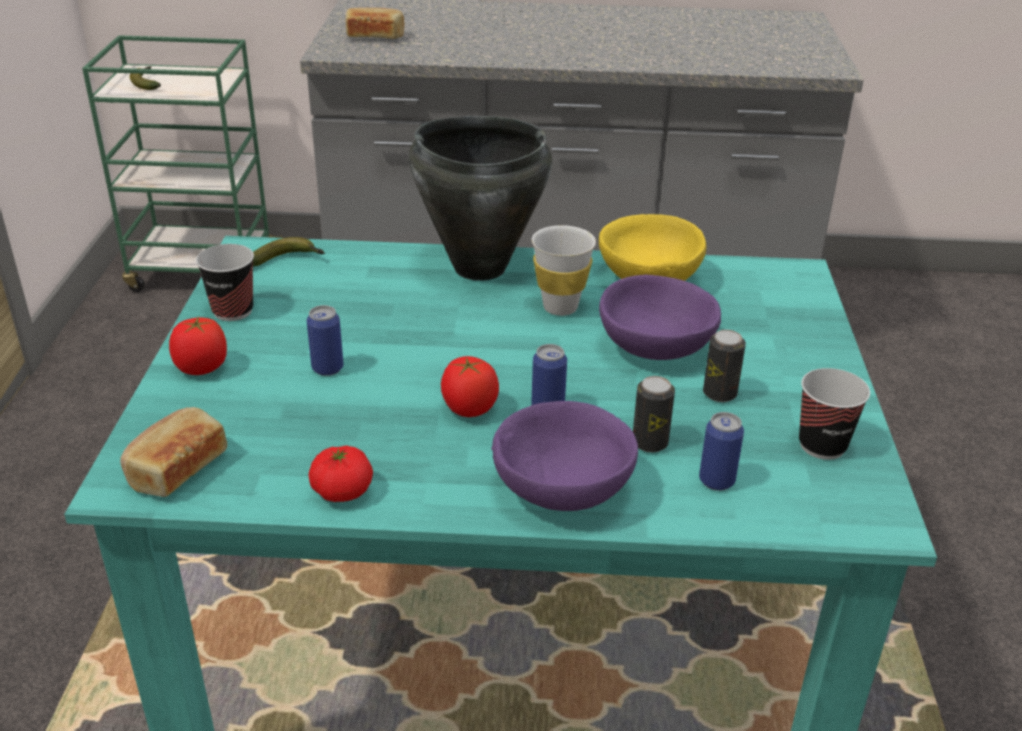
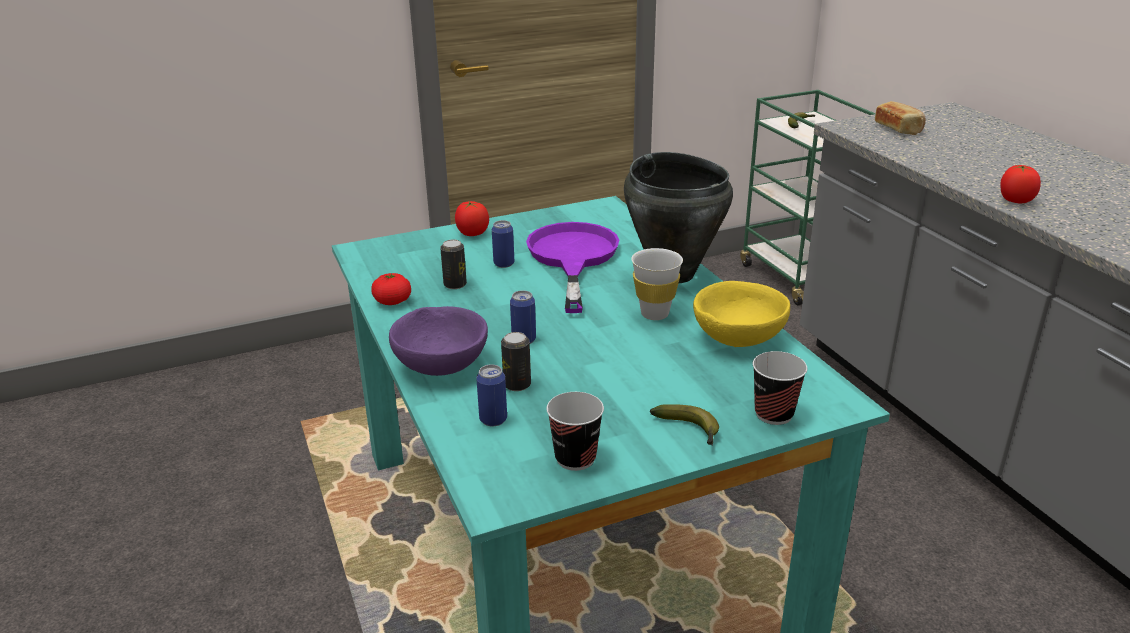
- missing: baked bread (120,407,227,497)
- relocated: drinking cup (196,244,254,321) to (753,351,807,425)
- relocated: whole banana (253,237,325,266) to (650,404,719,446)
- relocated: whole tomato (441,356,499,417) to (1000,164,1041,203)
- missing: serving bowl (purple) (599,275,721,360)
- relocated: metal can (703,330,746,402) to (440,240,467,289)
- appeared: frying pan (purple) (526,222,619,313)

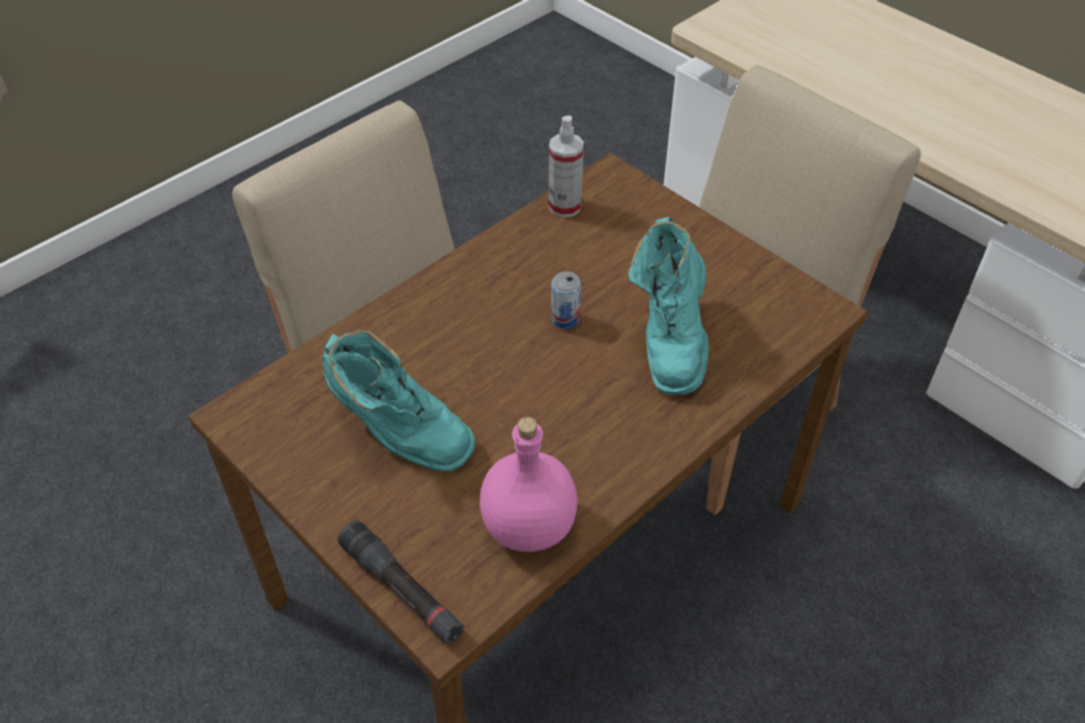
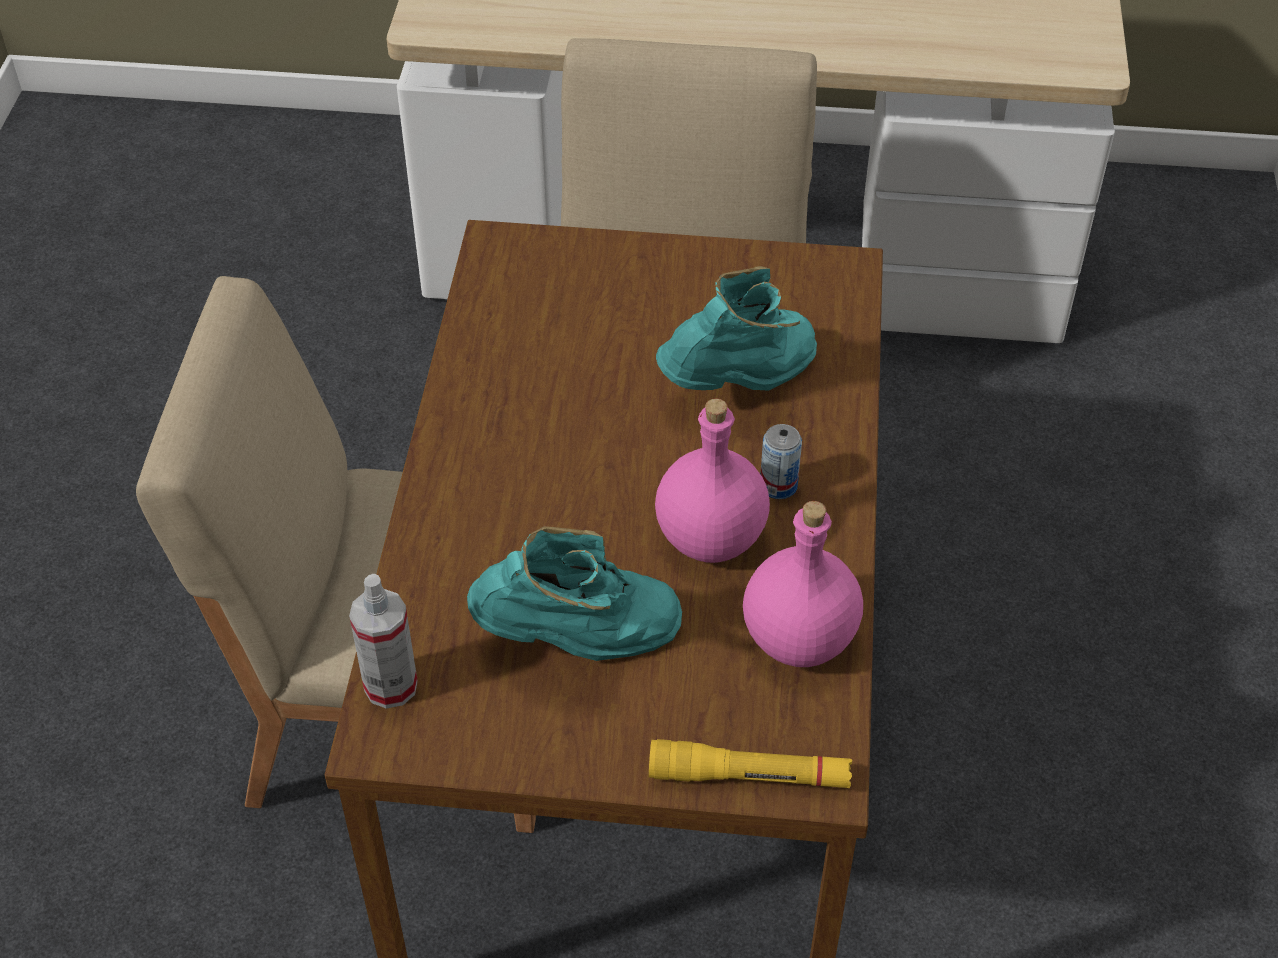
- colour: torch (black) (337,520,464,645) to torch (yellow) (649,739,852,788)
- relocated: hand sprayer (549,116,584,217) to (349,574,418,709)
- relocated: metal can (551,271,581,330) to (760,424,802,499)
- spun: boot (blue-green) (628,217,709,395) = (656,266,817,390) 90 degrees counterclockwise
- appeared: drink bottle (pink-coloured) (655,398,770,563)

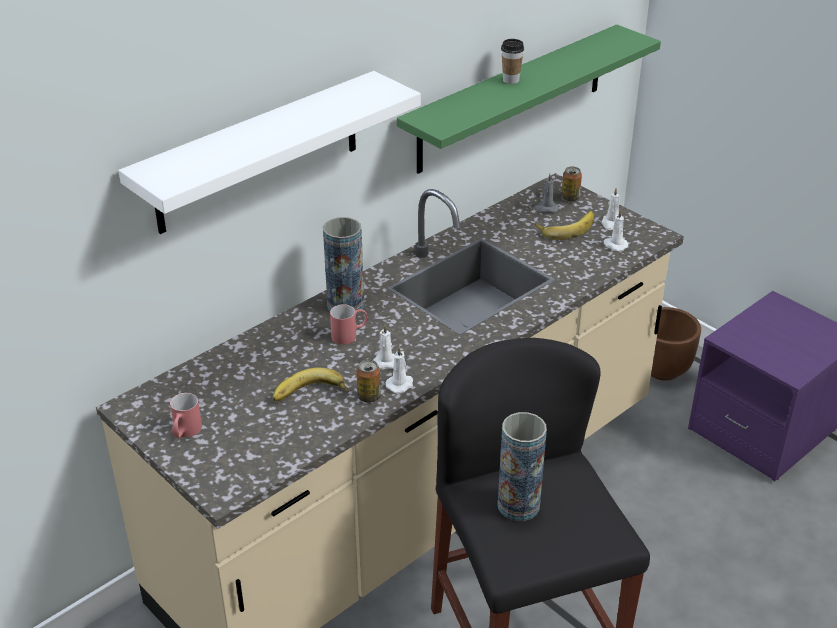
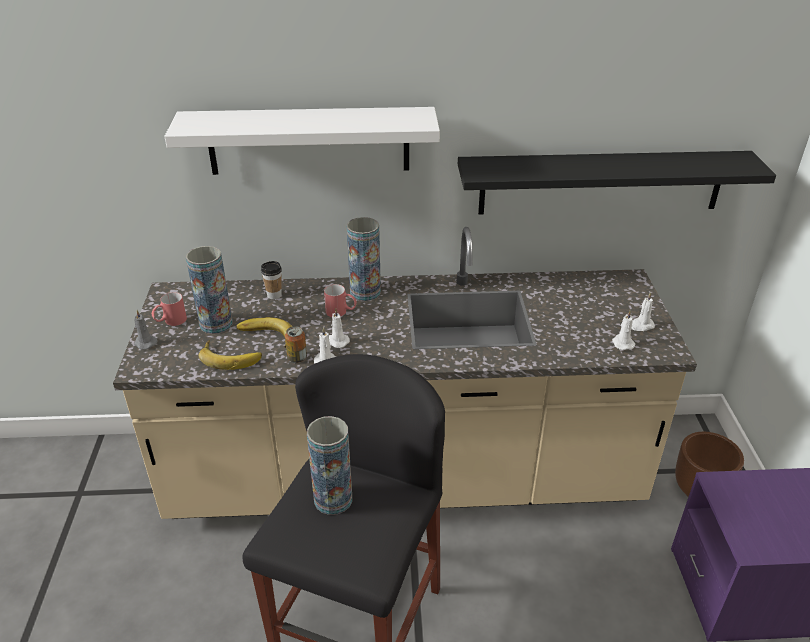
- colour: shelf (green-coloured) (397,24,661,174) to shelf (black) (458,151,776,215)
- relocated: drinking cup (501,39,524,84) to (261,261,282,299)
- relocated: candle (grey) (533,173,559,213) to (134,310,158,350)
- relocated: whole banana (535,211,594,240) to (199,340,262,370)
- missing: metal can (561,167,582,202)
- appeared: vase (186,246,233,334)

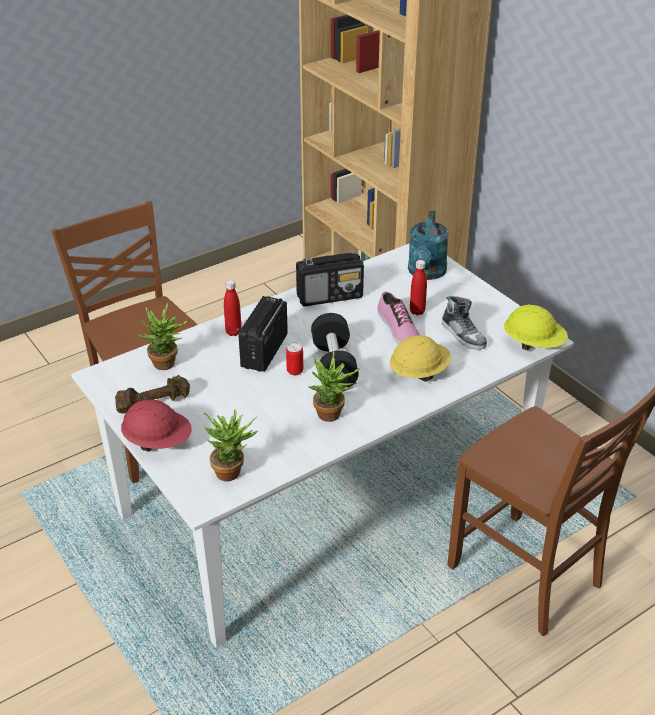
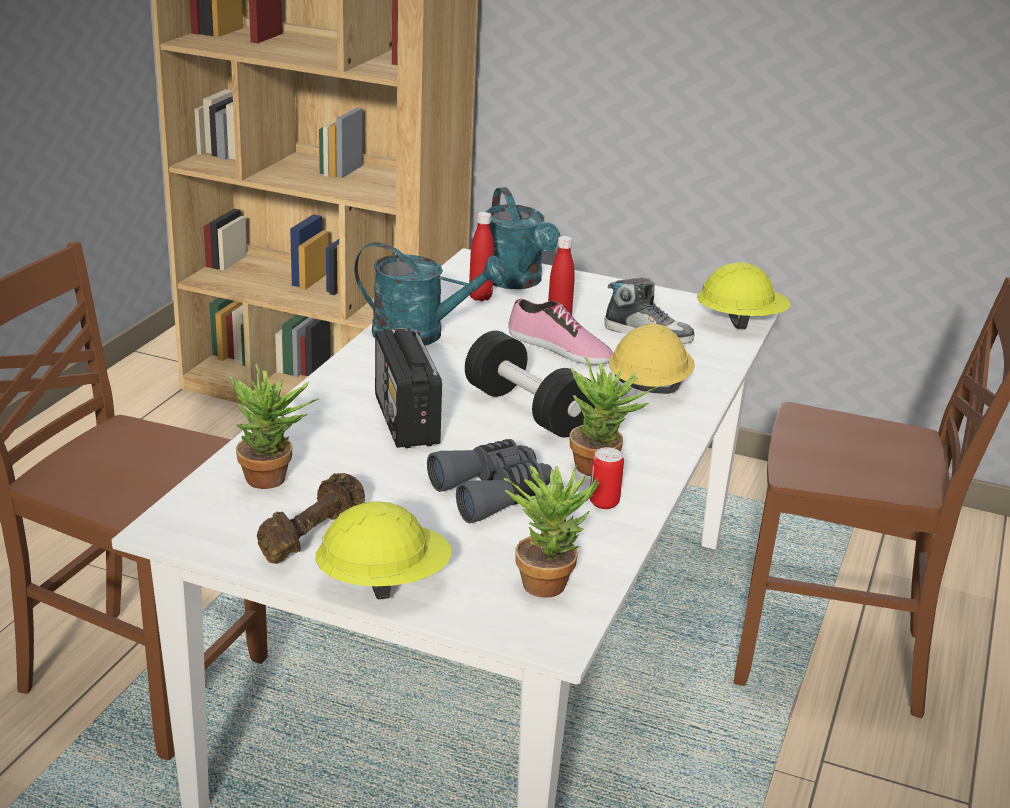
- colour: work helmet (red) (121,400,192,452) to work helmet (yellow) (316,501,452,599)
- relocated: drink bottle (red) (224,280,242,336) to (469,212,494,301)
- relocated: metal can (286,343,303,375) to (589,447,624,509)
- exchanged: radio set (296,253,364,306) to sprinkling can (blue-green) (354,242,507,345)
- appeared: binoculars (grey) (427,439,552,524)

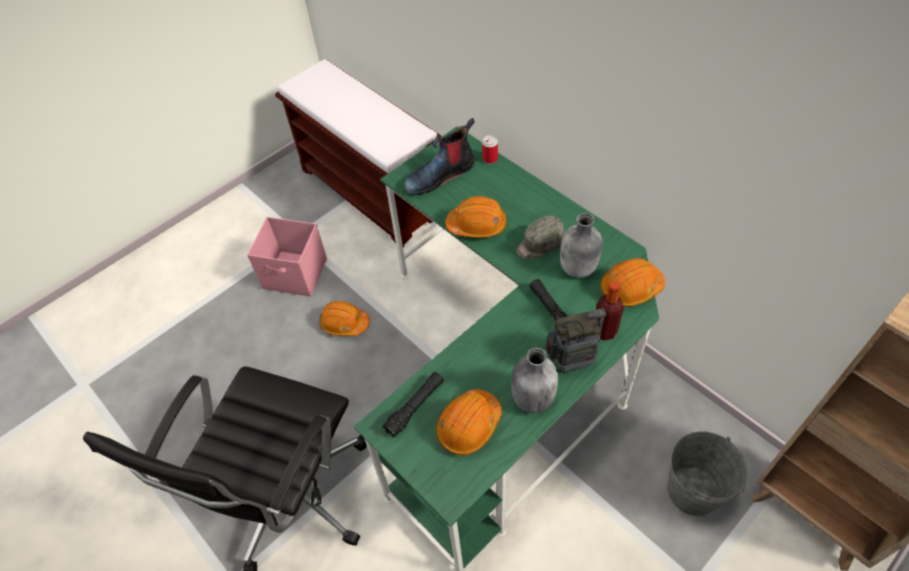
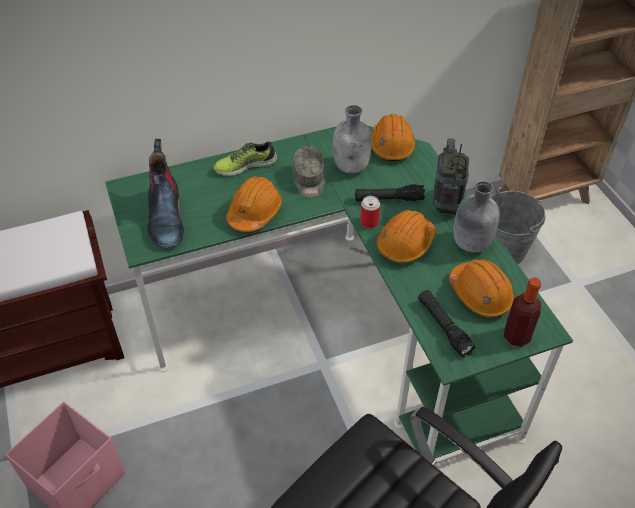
- relocated: work helmet (orange) (319,301,370,336) to (377,210,436,263)
- relocated: metal can (482,135,498,164) to (360,196,380,229)
- relocated: drink bottle (596,281,624,341) to (504,277,541,347)
- appeared: low shoe (214,141,277,176)

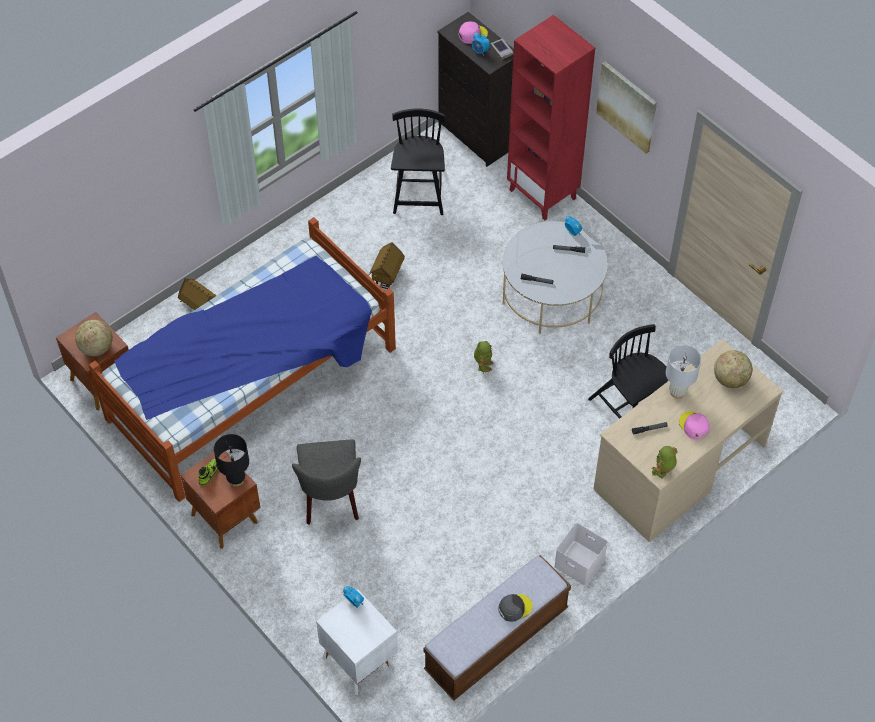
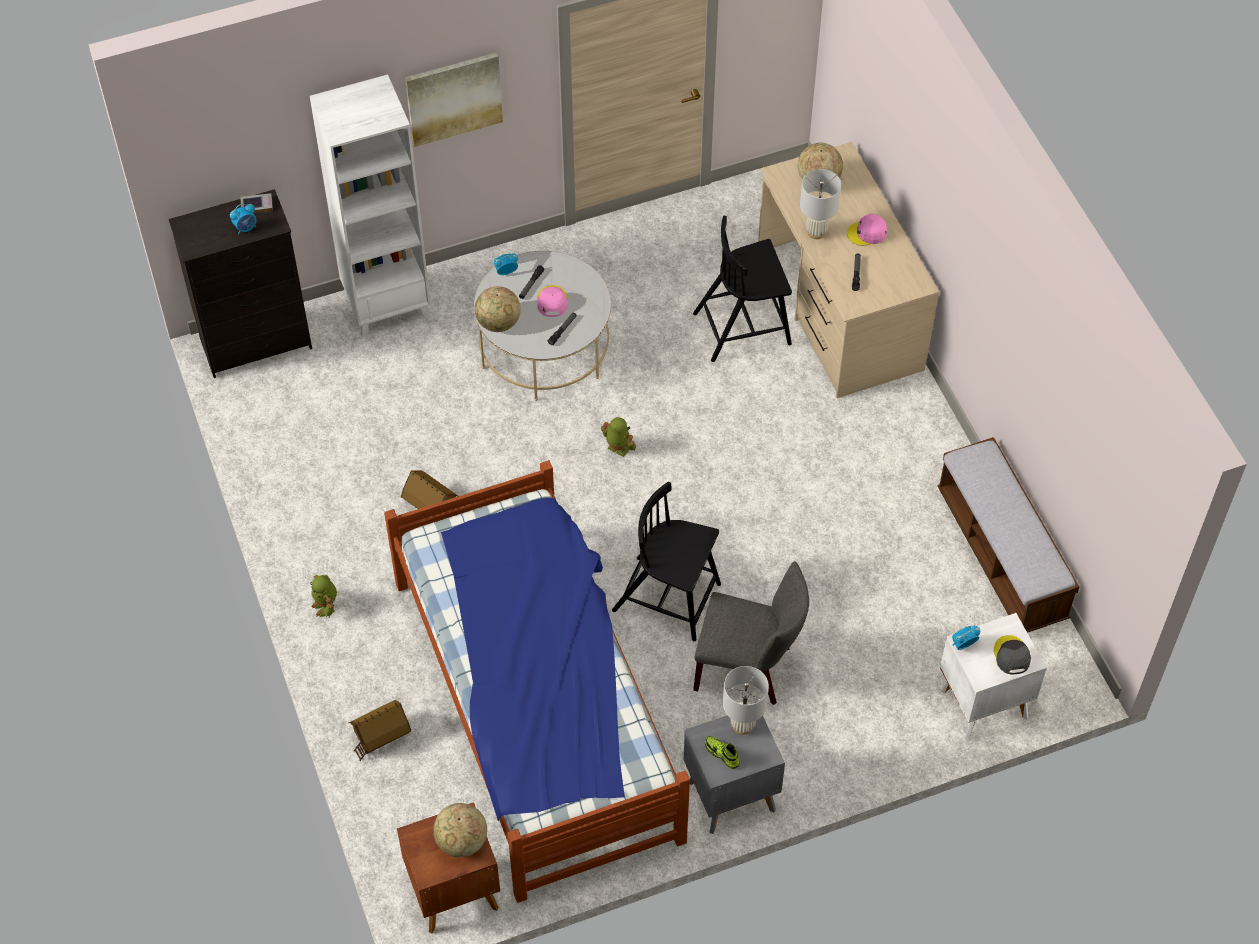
- colour: night table (brown-coloured) (180,451,261,549) to night table (grey) (683,715,785,834)
- colour: table lamp (black) (214,434,249,486) to table lamp (white) (723,666,769,735)
- relocated: chair (black) (391,108,446,215) to (612,481,721,641)
- relocated: baseball cap (pink-coloured) (458,21,488,44) to (537,285,567,317)
- relocated: baseball cap (grey) (498,594,532,622) to (994,635,1031,674)
- colour: shelving unit (red) (507,15,595,221) to shelving unit (white) (310,74,431,338)
- missing: storage container (white) (554,523,608,586)
- relocated: toy robot (652,446,678,478) to (310,575,337,618)
- appeared: world globe (475,286,521,332)

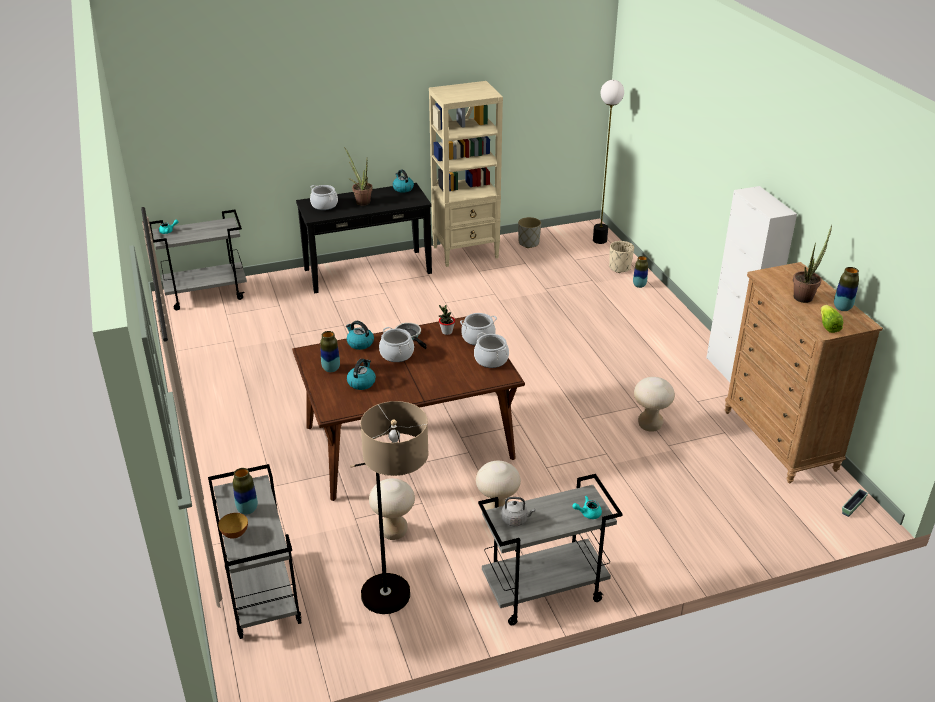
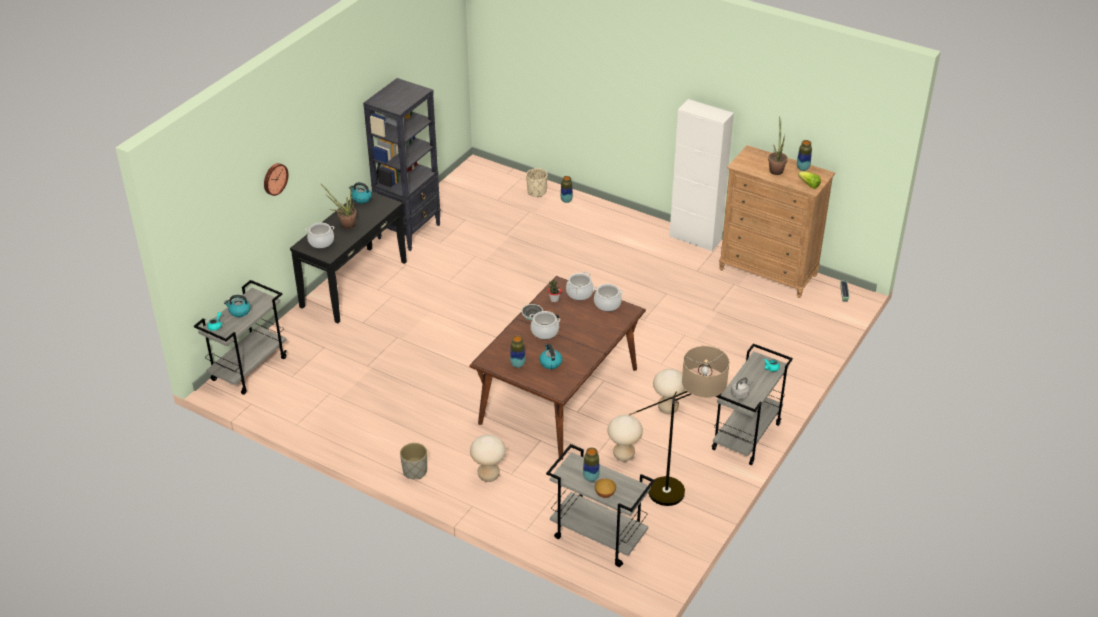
- relocated: tea kettle (346,321,374,350) to (224,295,251,317)
- colour: shelving unit (beige-coloured) (429,81,503,267) to shelving unit (black) (363,78,441,251)
- relocated: flower pot (grey) (518,217,541,248) to (400,443,427,479)
- missing: floor lamp (593,80,624,244)
- relocated: sitting stool (beige-coloured) (634,377,675,432) to (470,434,506,482)
- appeared: clock on the wall (264,163,288,196)

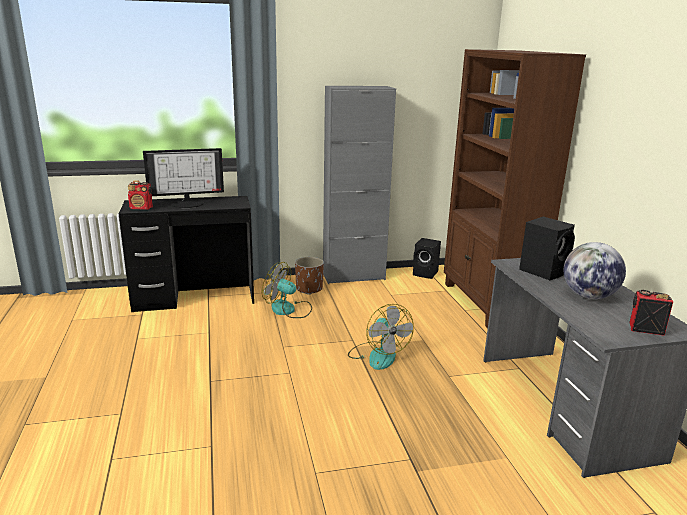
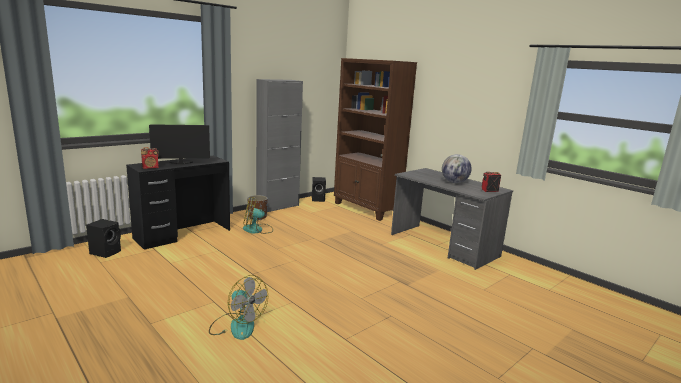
- spun: computer display (143,148,224,208) = (149,124,210,164) 150 degrees counterclockwise
- relocated: electric fan (348,304,414,370) to (209,275,268,340)
- relocated: audio speaker (black) (519,217,575,280) to (86,219,121,258)

